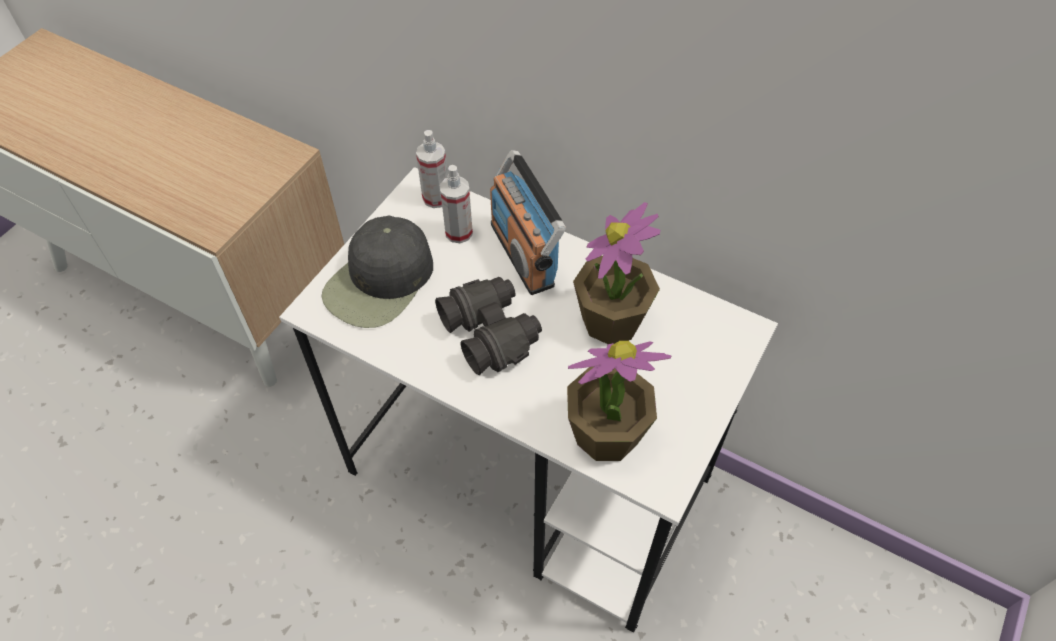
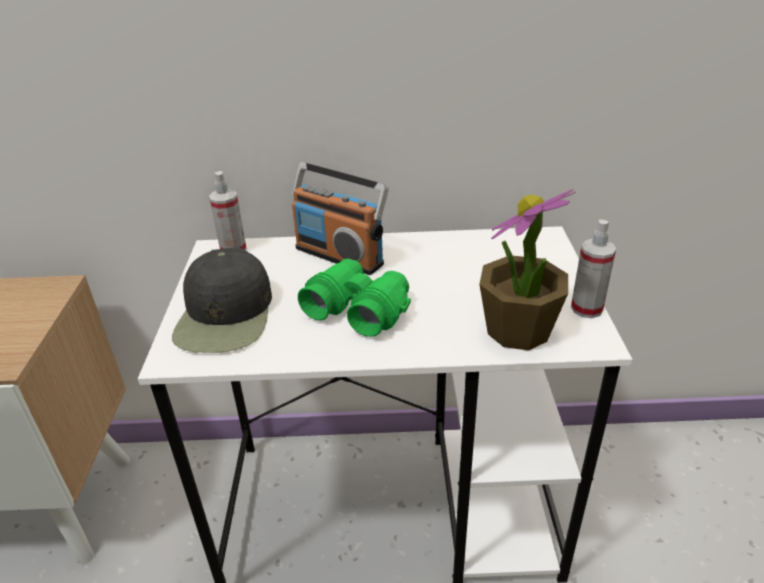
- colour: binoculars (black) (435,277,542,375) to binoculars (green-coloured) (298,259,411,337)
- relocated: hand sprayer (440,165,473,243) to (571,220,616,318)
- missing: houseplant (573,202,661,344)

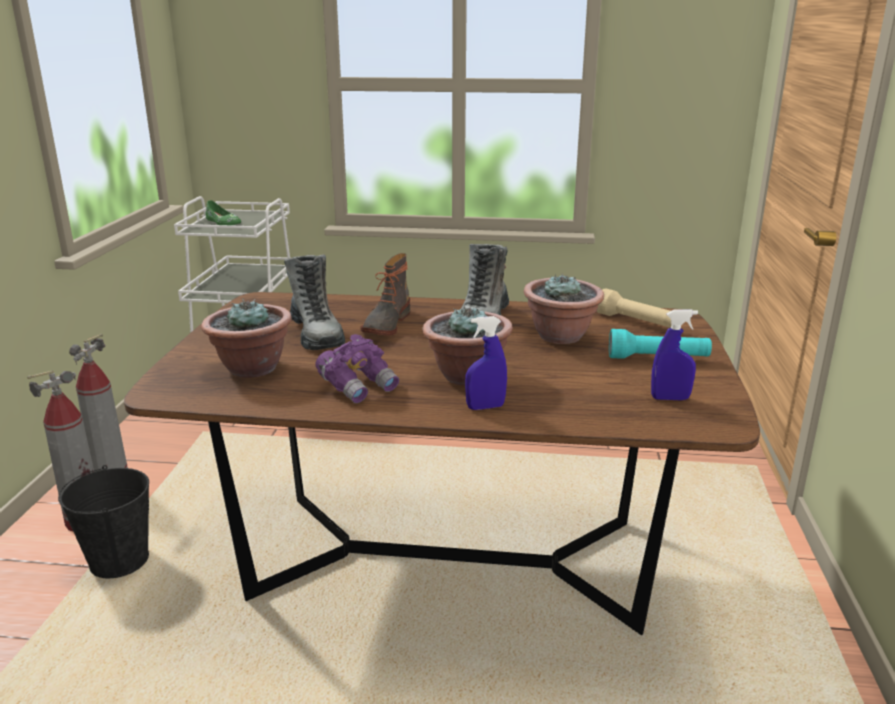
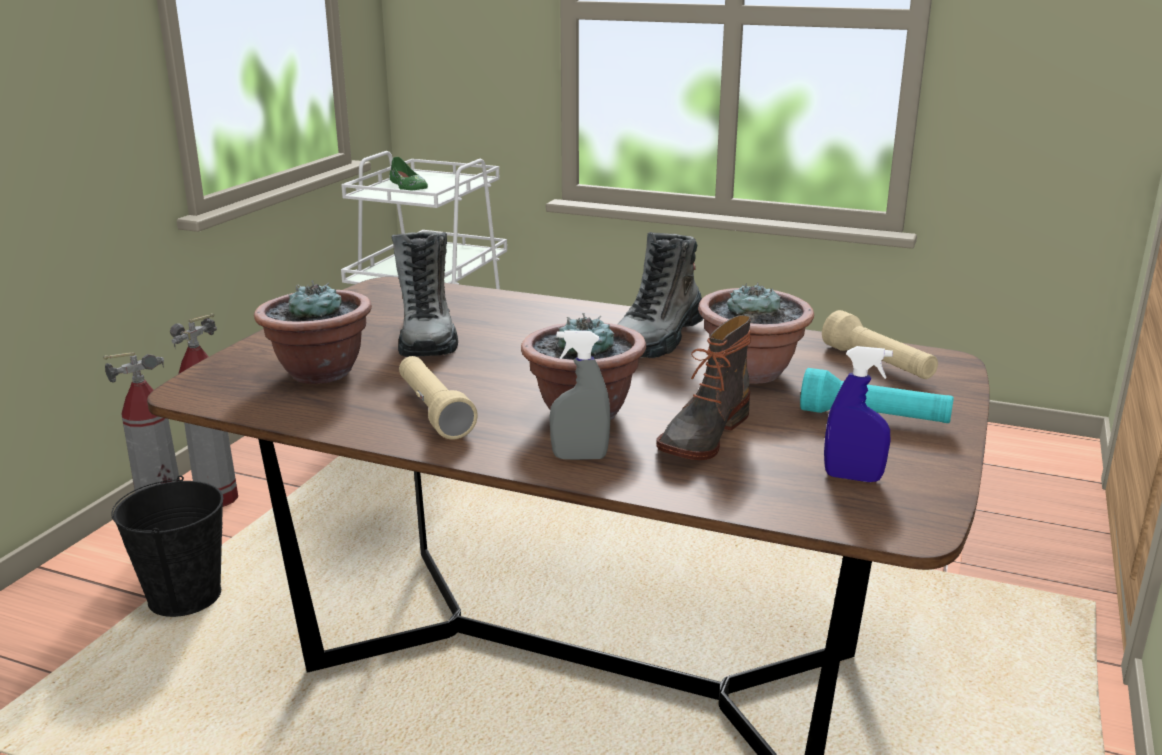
- exchanged: binoculars (purple) (315,334,399,403) to torch (beige-coloured) (399,356,478,440)
- relocated: boot (360,253,410,335) to (656,315,751,460)
- colour: hand sprayer (blue-coloured) (465,316,507,410) to hand sprayer (grey) (549,330,610,460)

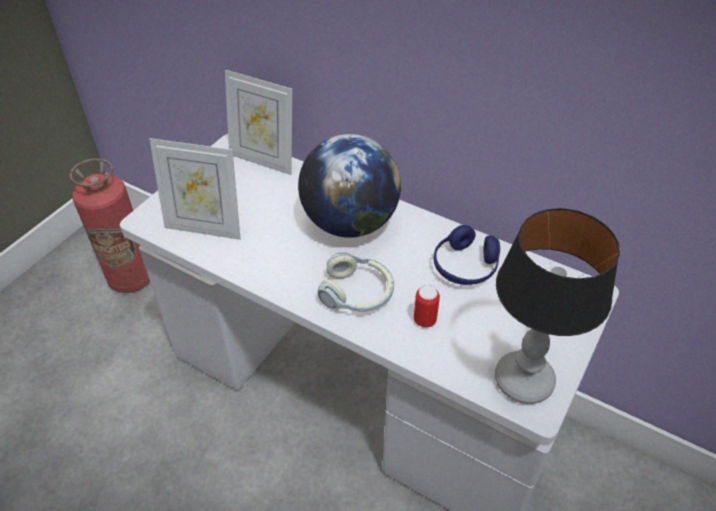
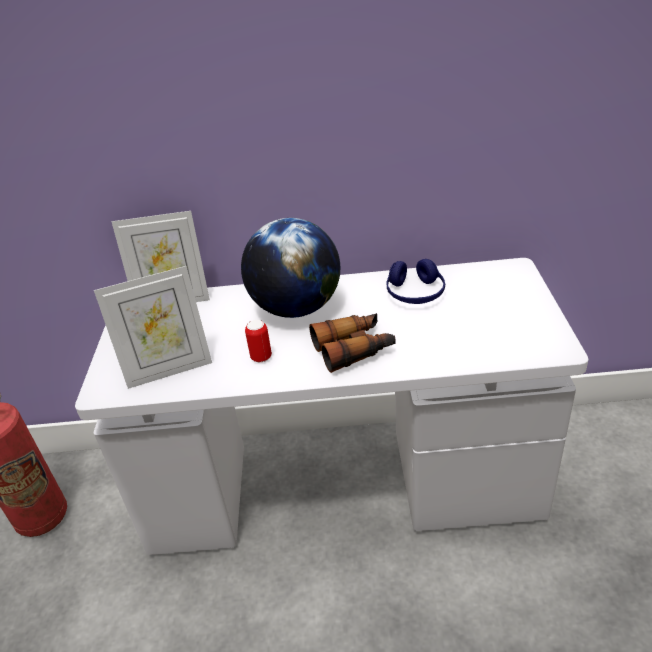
- exchanged: headphones (317,252,394,312) to binoculars (309,313,395,373)
- relocated: metal can (414,285,440,328) to (245,320,272,362)
- missing: table lamp (495,208,620,404)

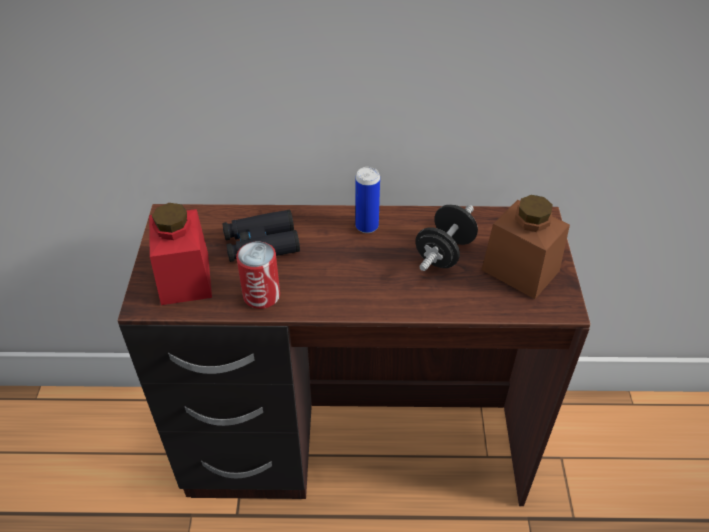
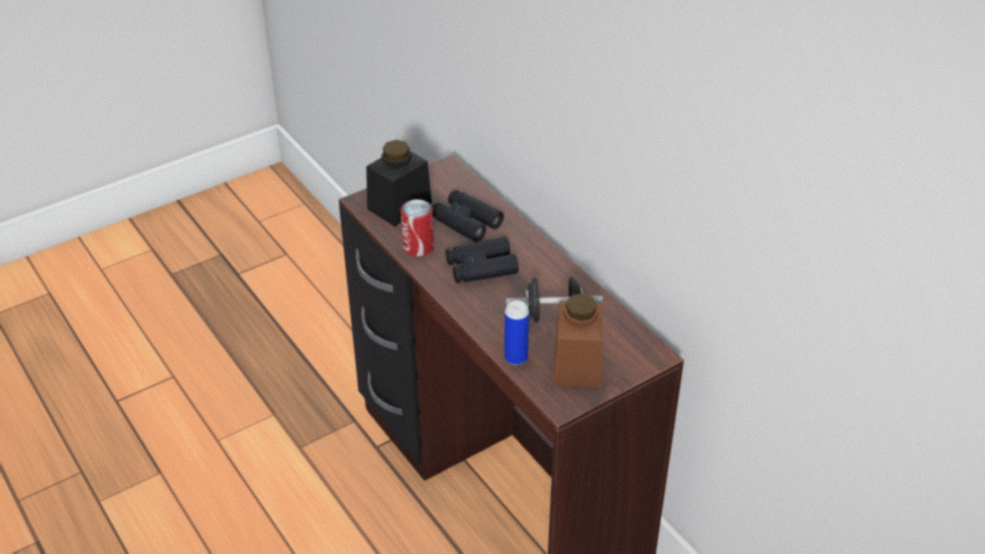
- colour: storage jar (red) (149,203,212,305) to storage jar (black) (366,140,432,227)
- relocated: metal can (355,167,380,233) to (504,300,529,365)
- appeared: binoculars (black) (445,236,519,283)

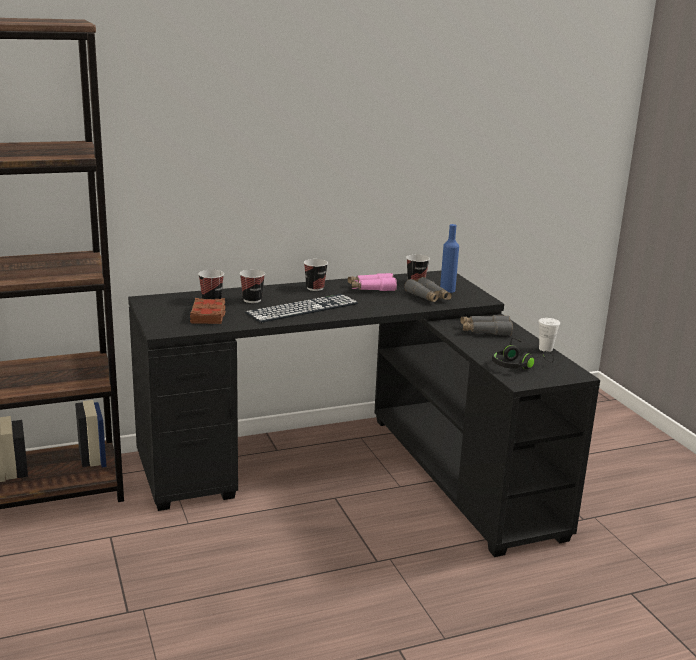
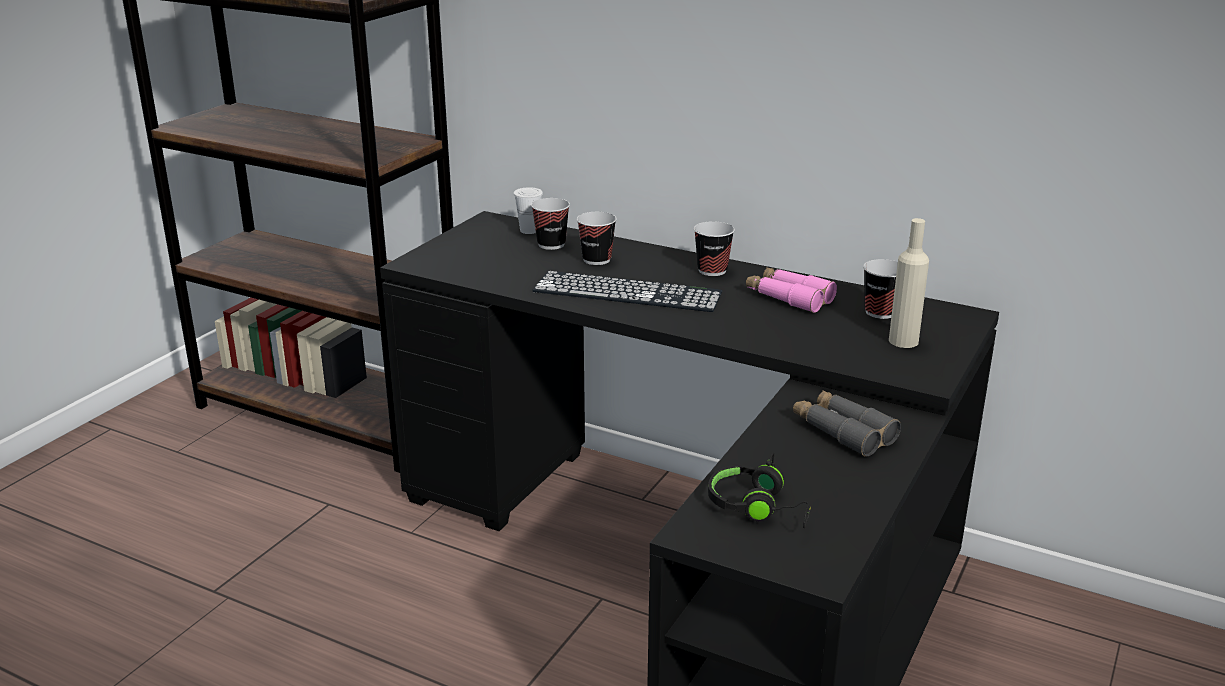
- missing: volume (brown-coloured) (190,298,226,324)
- missing: binoculars (grey) (404,277,452,302)
- colour: drink bottle (blue-coloured) (440,224,459,293) to drink bottle (beige-coloured) (889,218,929,348)
- relocated: drinking cup (white) (538,318,560,352) to (514,187,543,234)

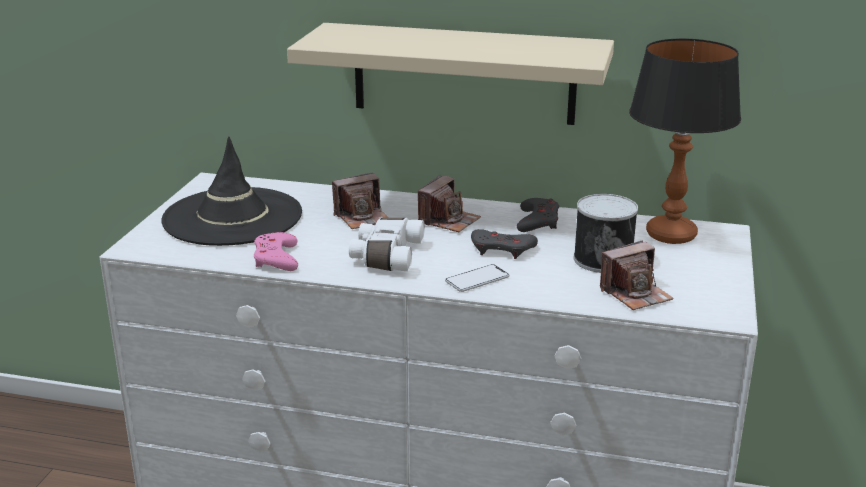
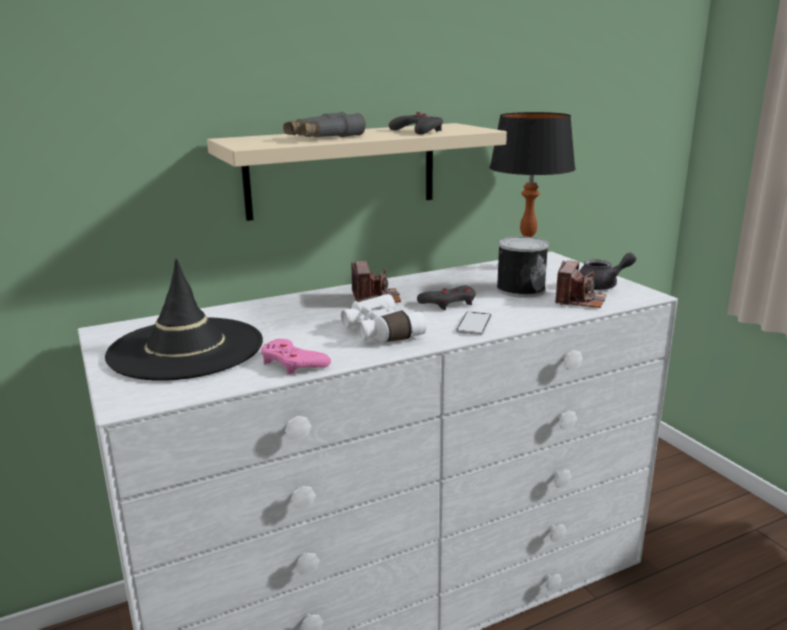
- missing: still camera (332,172,389,229)
- relocated: game controller (grey) (517,198,559,232) to (389,112,443,134)
- appeared: binoculars (grey) (283,112,366,137)
- appeared: teapot (grey) (579,253,636,290)

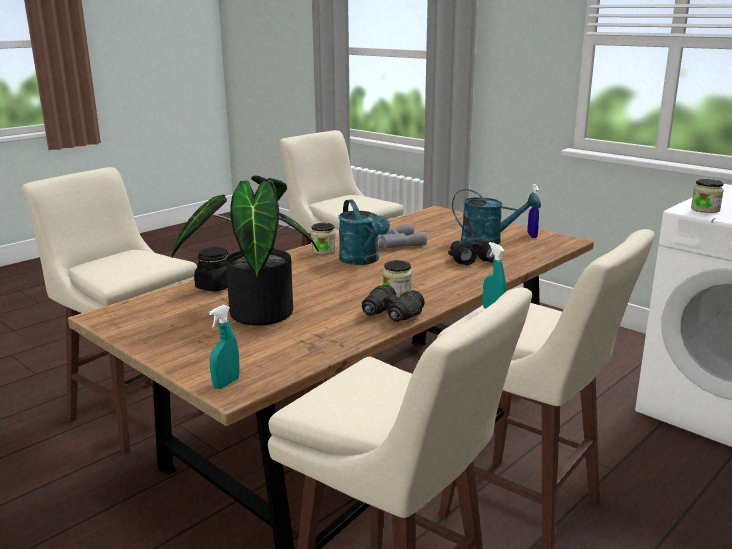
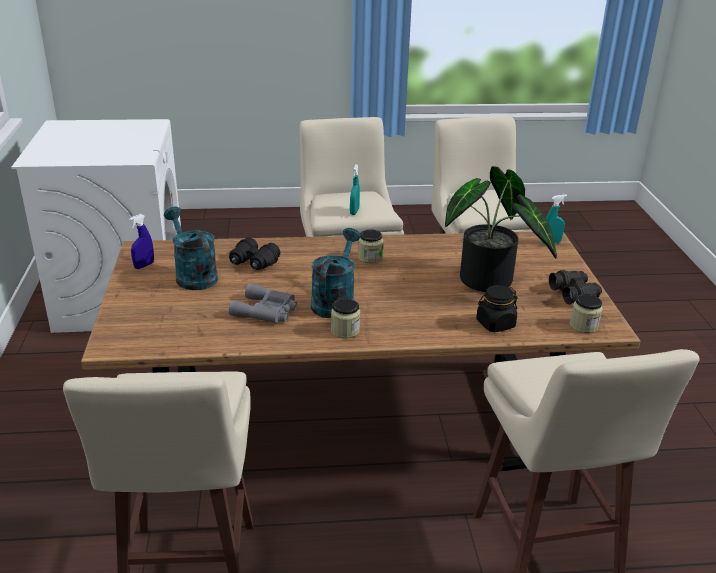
- relocated: binoculars (black) (362,285,425,322) to (549,270,602,304)
- relocated: storage jar (691,179,724,213) to (570,294,603,333)

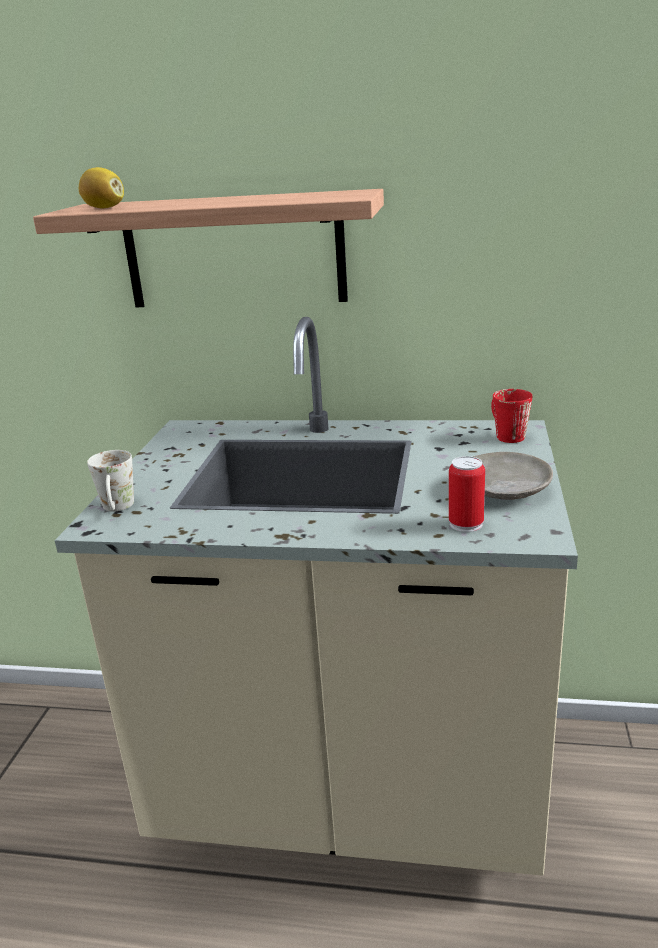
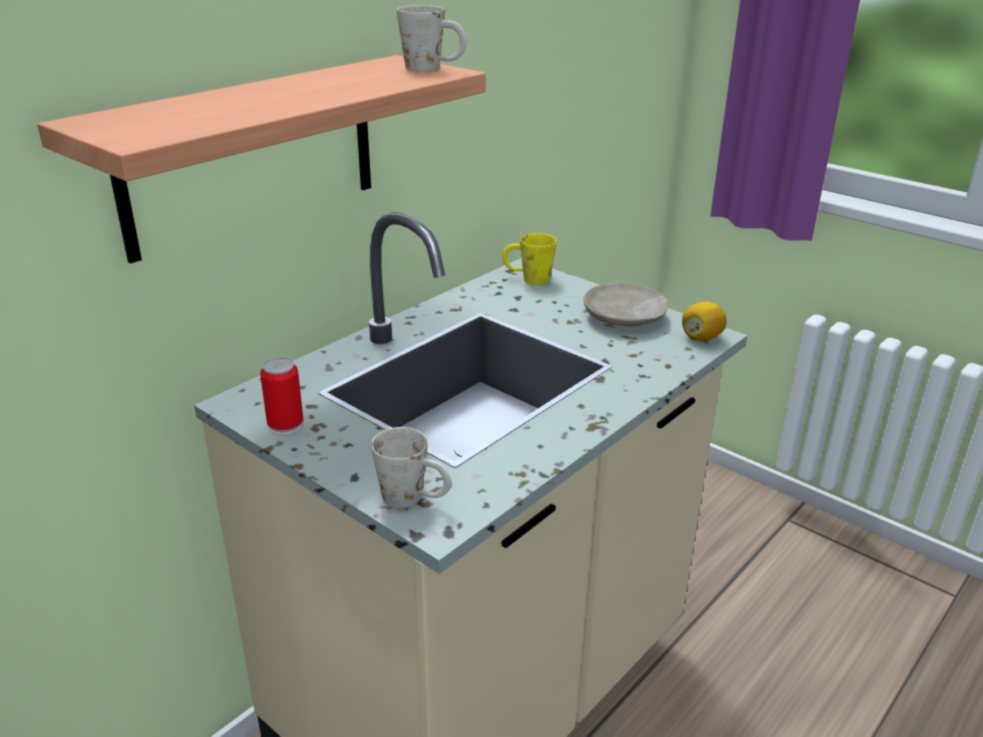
- relocated: citrus fruit (79,167,124,208) to (682,302,727,342)
- relocated: metal can (449,456,485,532) to (260,357,303,435)
- colour: coffee mug (red) (491,389,532,443) to coffee mug (yellow) (502,233,557,285)
- appeared: coffee mug (white) (397,5,467,72)

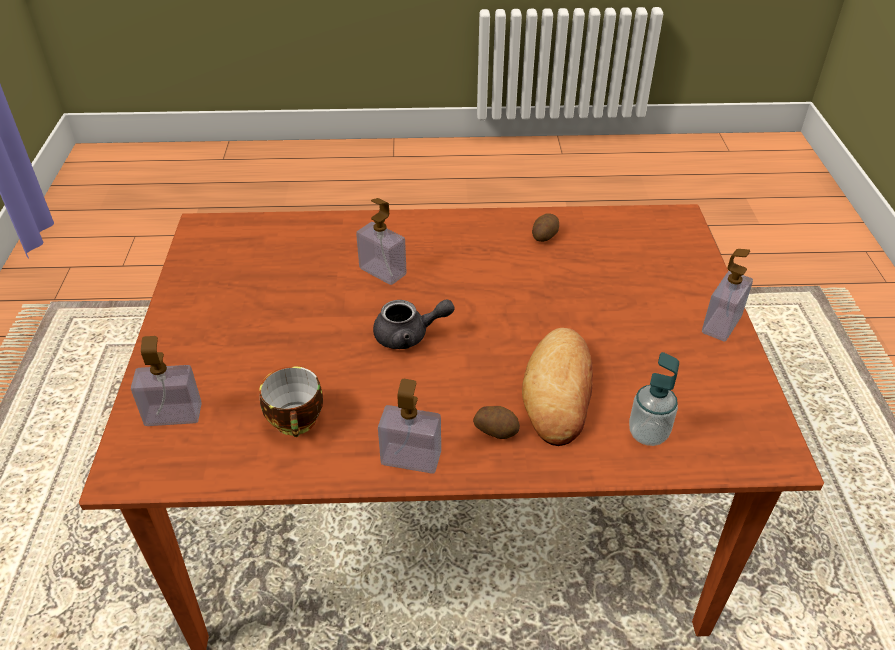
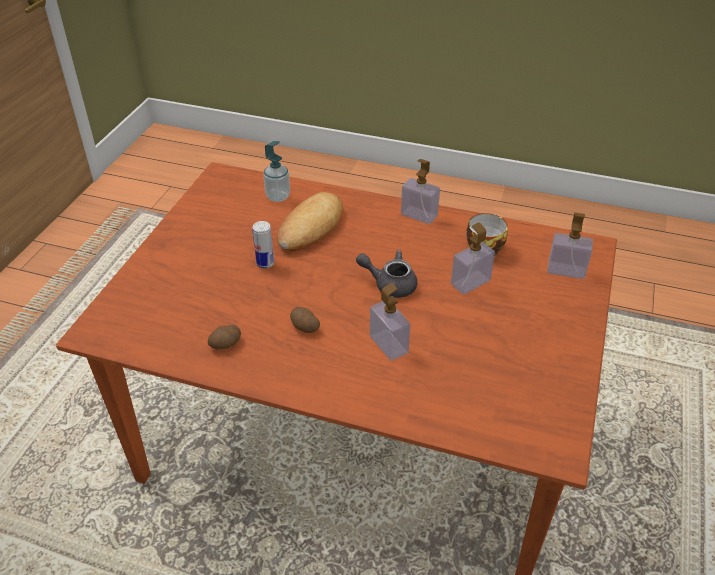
- relocated: potato (473,406,520,439) to (290,307,320,333)
- relocated: soap dispenser (702,249,753,341) to (451,222,495,294)
- appeared: metal can (252,221,274,268)

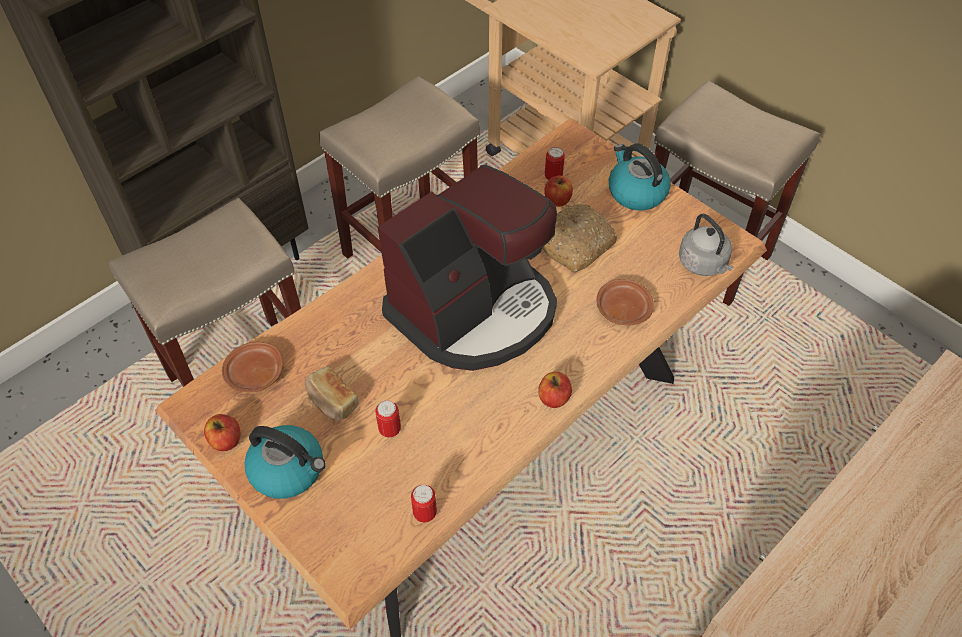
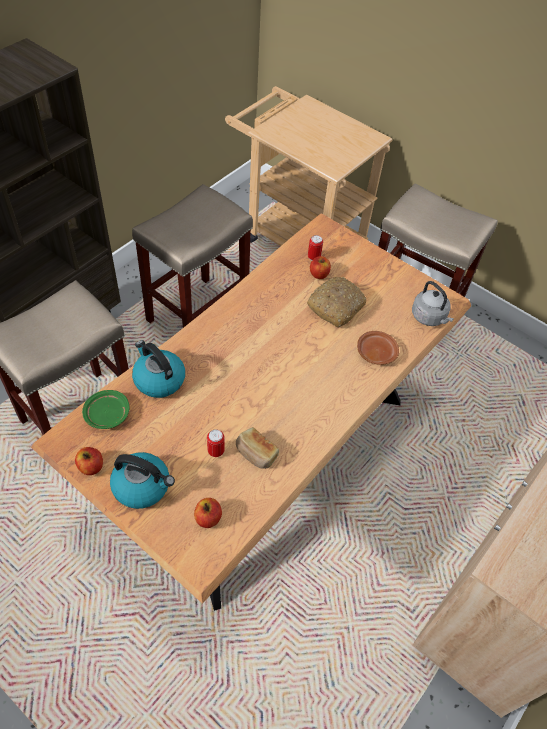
- colour: flat dish (brown-coloured) (222,342,283,392) to flat dish (green-coloured) (82,390,129,429)
- relocated: baked bread (304,366,359,420) to (236,427,279,469)
- missing: coffee maker (378,165,557,371)
- missing: metal can (411,485,437,522)
- relocated: whole apple (538,372,572,408) to (194,498,222,528)
- relocated: tea kettle (609,143,671,210) to (132,340,185,398)

